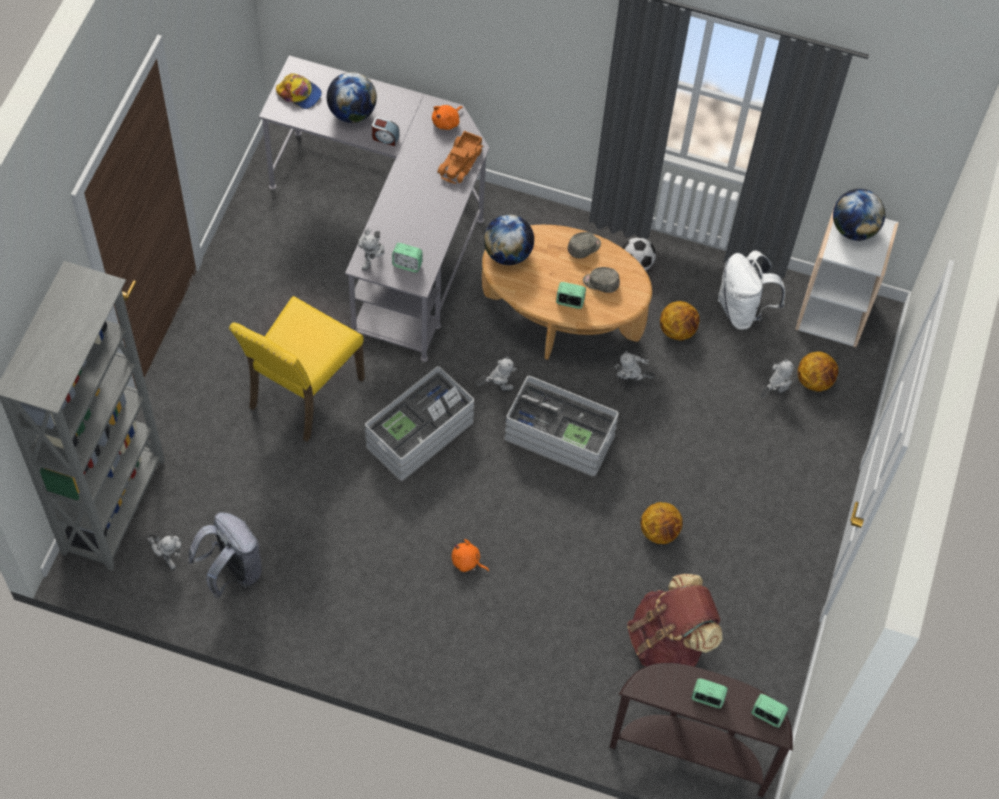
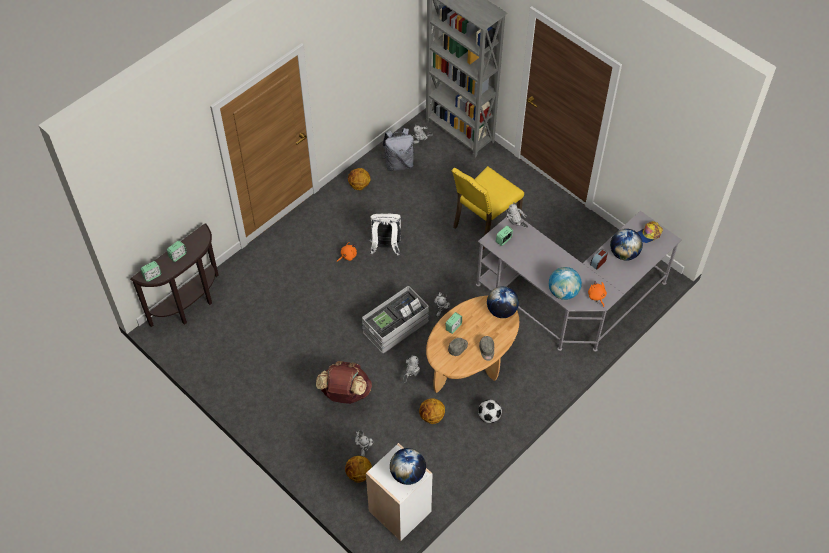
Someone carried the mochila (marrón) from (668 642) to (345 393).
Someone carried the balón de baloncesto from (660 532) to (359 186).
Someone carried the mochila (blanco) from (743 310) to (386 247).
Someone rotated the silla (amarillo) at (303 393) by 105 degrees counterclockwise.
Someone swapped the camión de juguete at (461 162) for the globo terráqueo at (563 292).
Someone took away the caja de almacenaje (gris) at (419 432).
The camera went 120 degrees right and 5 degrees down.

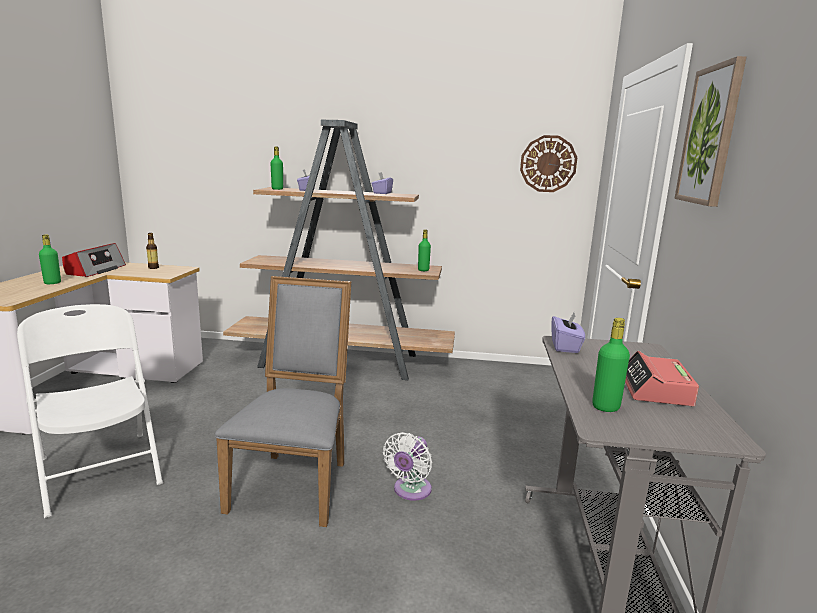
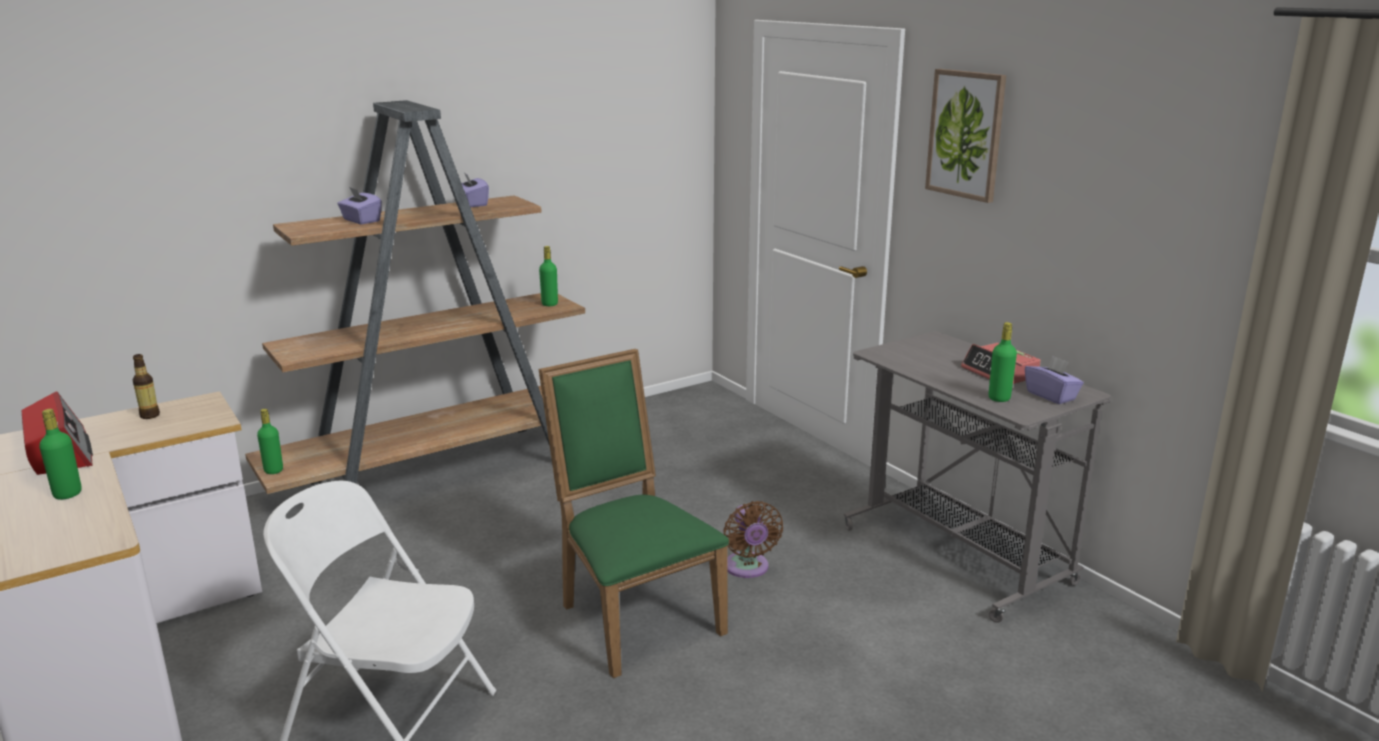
Someone carried the botella (verde) from (277 189) to (273 470).
Someone repainted the silla (gris) at (295 482), which became the silla (verde) at (633 616).
Someone repainted the ventilador (blanco) at (410 491), which became the ventilador (marrón) at (747 568).
Someone carried the caja de pañuelos (morado) from (565 346) to (1051 396).
Someone took away the reloj de pared at (548 164).
The camera went 40 degrees left and 5 degrees up.

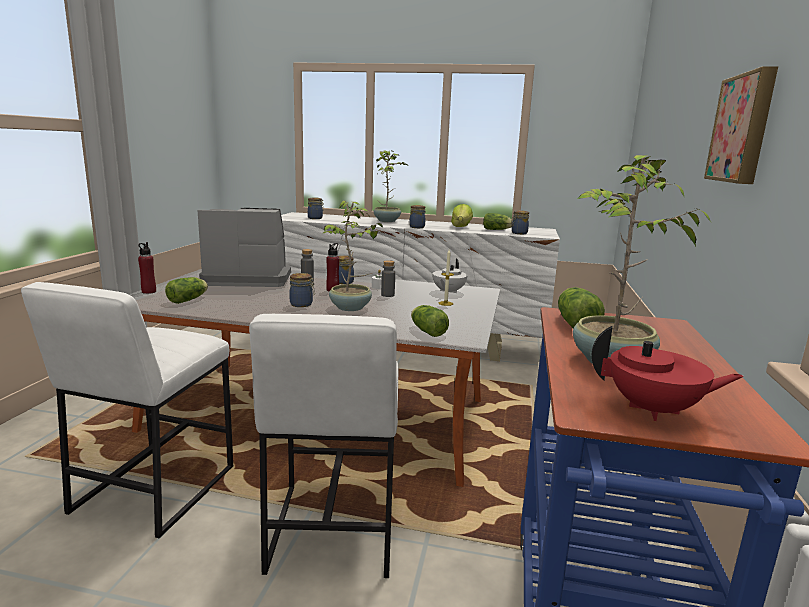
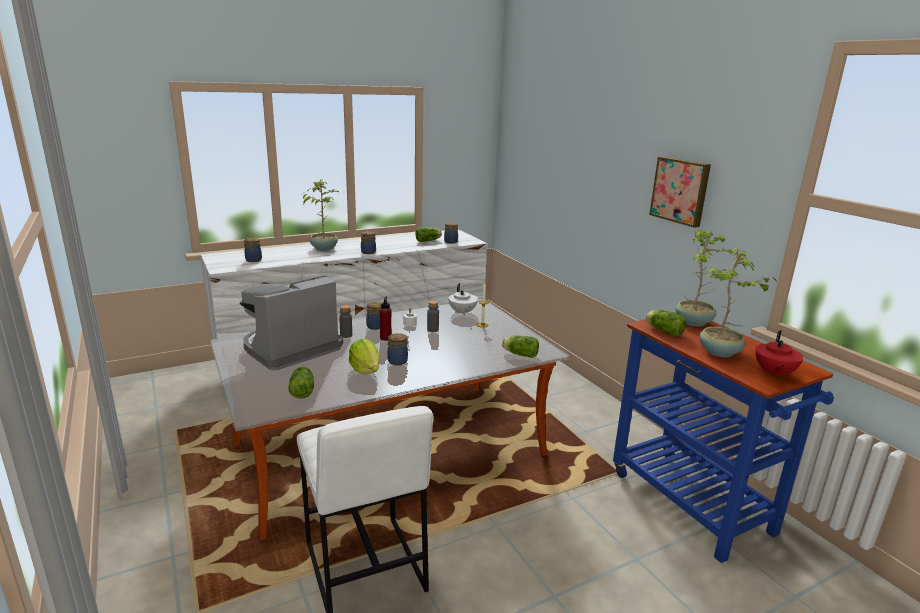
Someone carried the lechuga from (461 227) to (365 370).
Someone carried the planta en maceta from (351 308) to (694 322).
Someone rotated the tetera (rojo) at (654 410) by 135 degrees clockwise.
Someone took away the botella (rojo) at (149 291).
Someone took away the silla (blanco) at (333 530).
The camera went 40 degrees left and 5 degrees up.

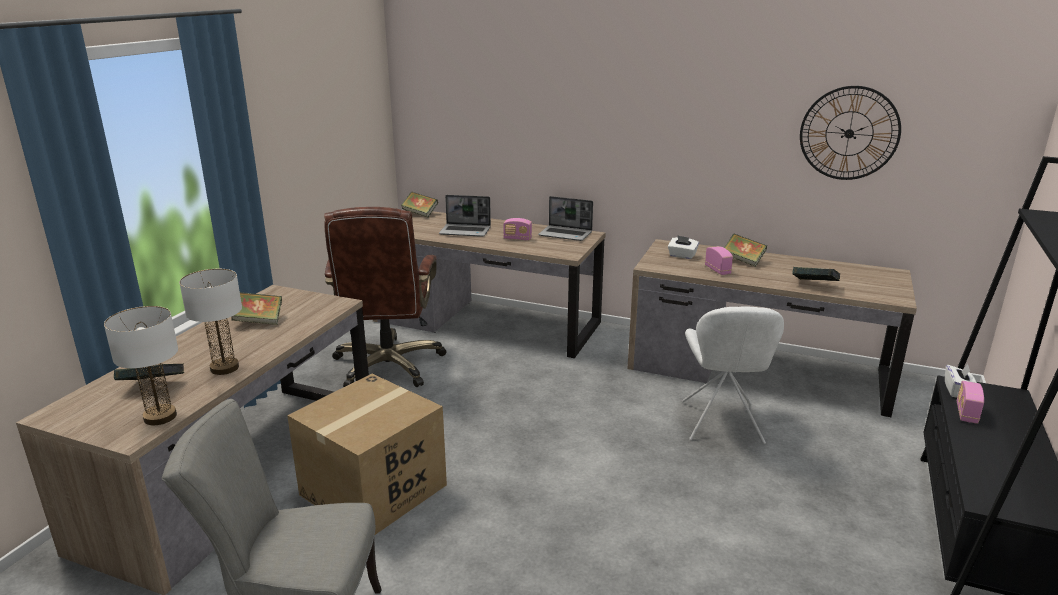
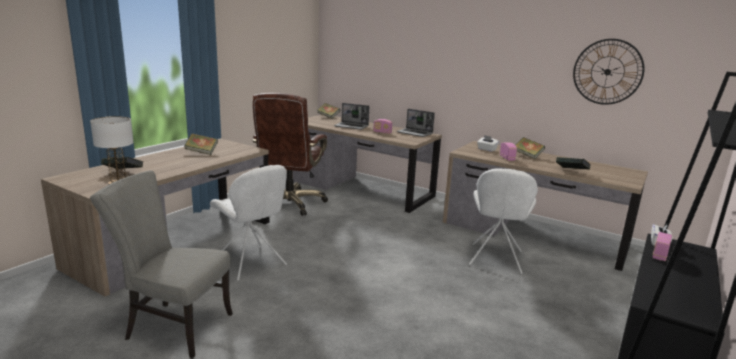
Someone swapped the caja de cartón at (373 490) for the silla (blanco) at (251 263).
Someone took away the lámpara de mesa at (225 368).
The camera went 10 degrees right and 5 degrees down.

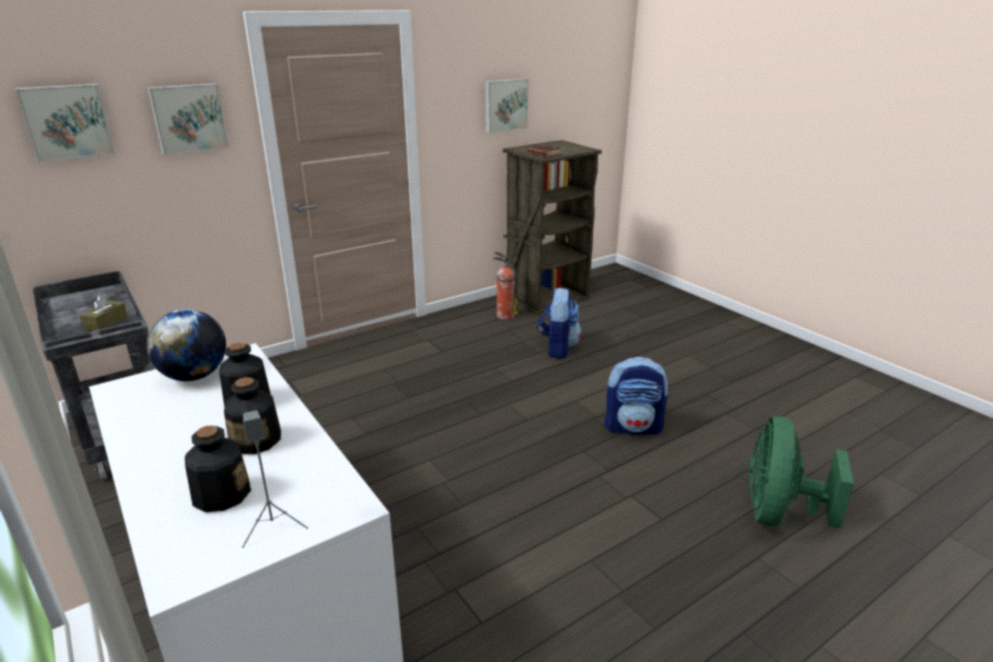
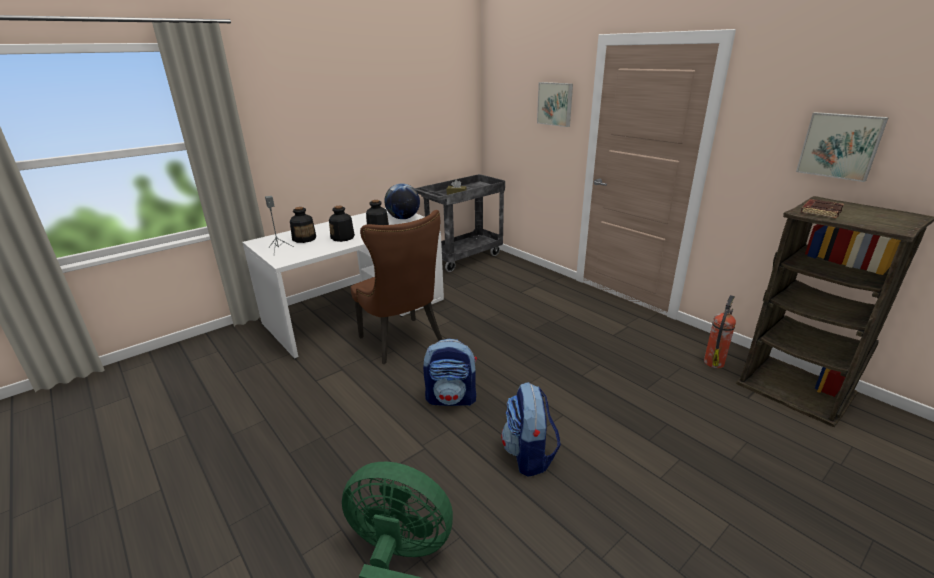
Someone put down the silla (marrón) at (402 341).
Someone carried the mochila from (557 348) to (451 398).
Someone took away the cuadro at (66 122).
The camera went 85 degrees right and 0 degrees up.

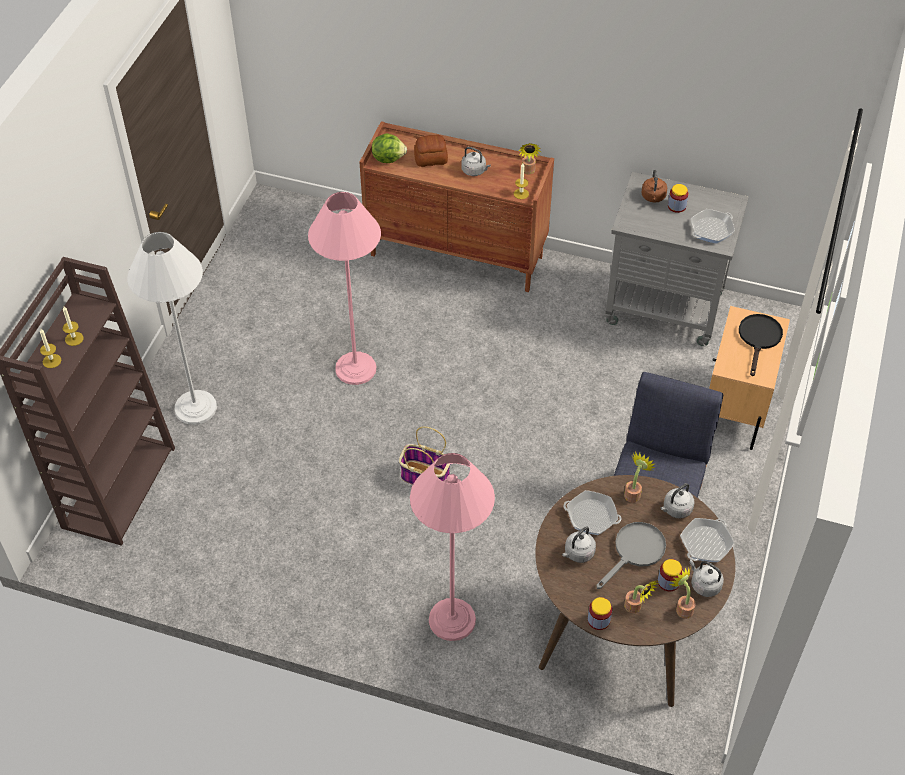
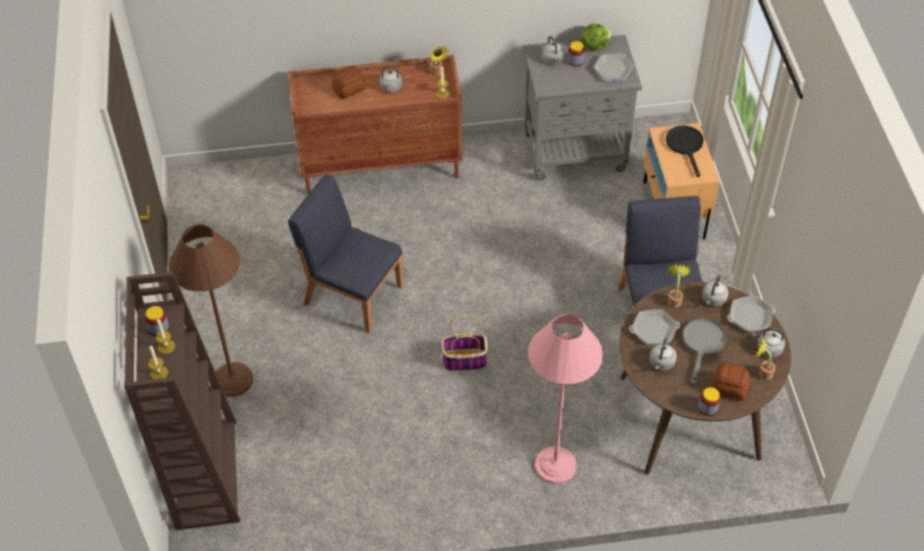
Someone carried the tarro from (668 582) to (159 328).
Someone repainted the lámpara de pie (blanco) at (195 407), which became the lámpara de pie (marrón) at (233 379).
Someone swapped the lámpara de pie (rosa) at (355 368) for the silla (azul) at (352 294).
Someone repainted the hervidor (marrón) at (653 197), which became the hervidor (gris) at (553 60).
Someone carried the lechuga from (388 158) to (594 45).
Someone swapped the planta en maceta at (635 608) for the pan at (729 387).
Someone rotated the sartén at (706 543) by 120 degrees counterclockwise.
The camera went 25 degrees left and 0 degrees up.

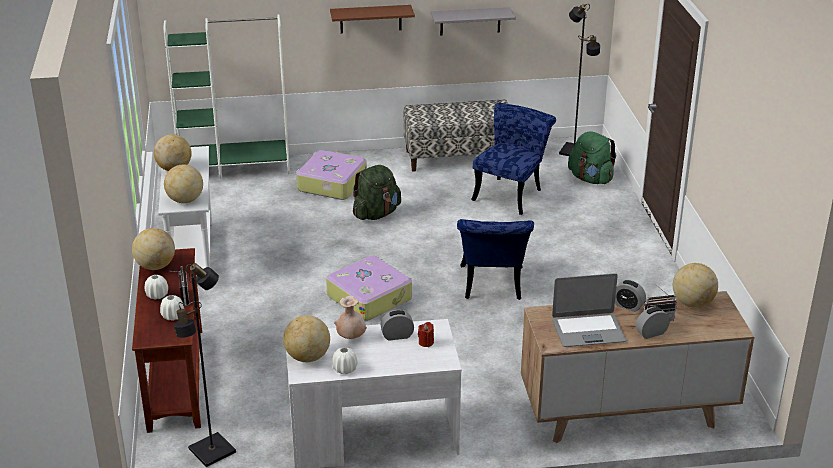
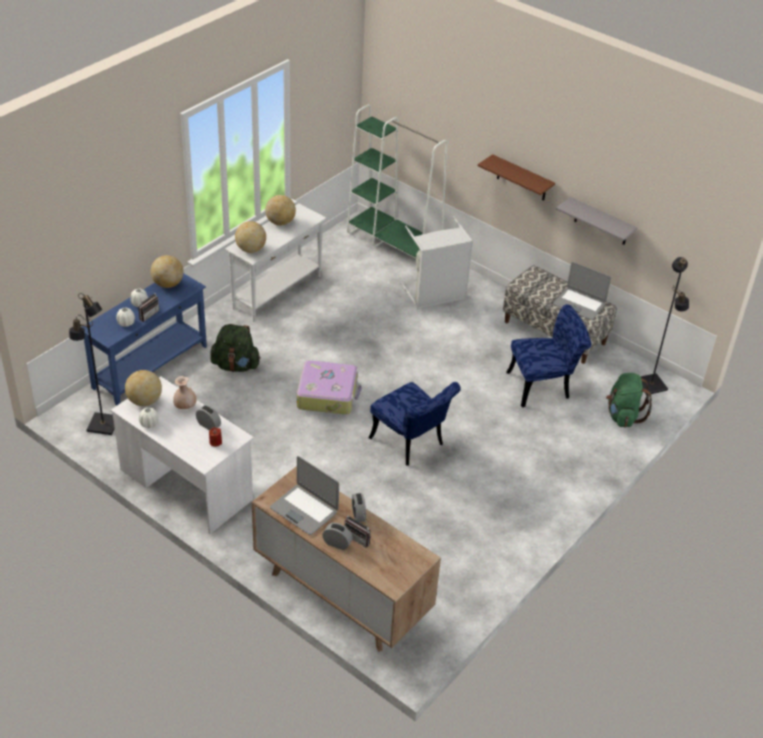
Someone repainted the mesa consola (marrón) at (175 379), which became the mesa consola (azul) at (150 366).
Someone carried the mochila (verde) from (376 214) to (236 365).
Someone rotated the silla (azul) at (491 287) by 90 degrees counterclockwise.
Someone swapped the maleta at (331 184) for the cesto de la ropa (gris) at (435 295).
Someone put down the portátil at (579 304).
Someone took away the globo terráqueo at (692 303).
The camera went 45 degrees right and 10 degrees up.

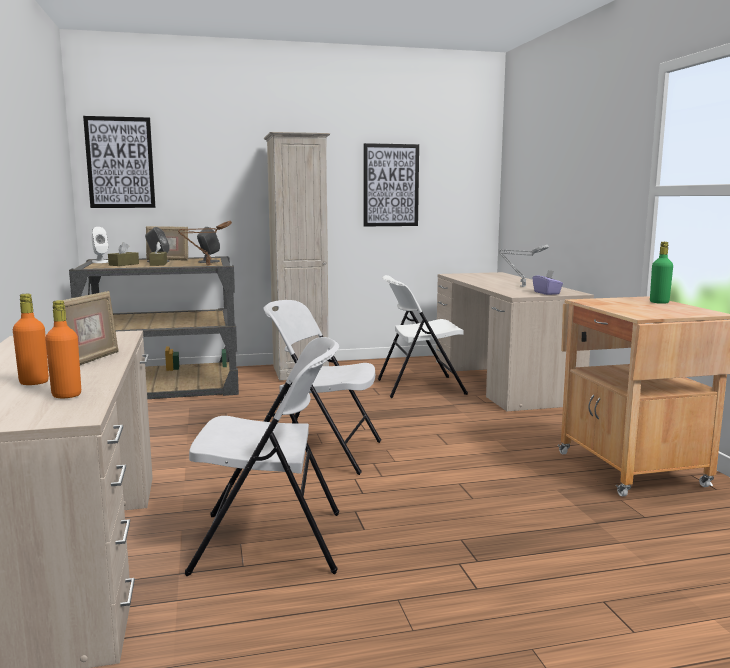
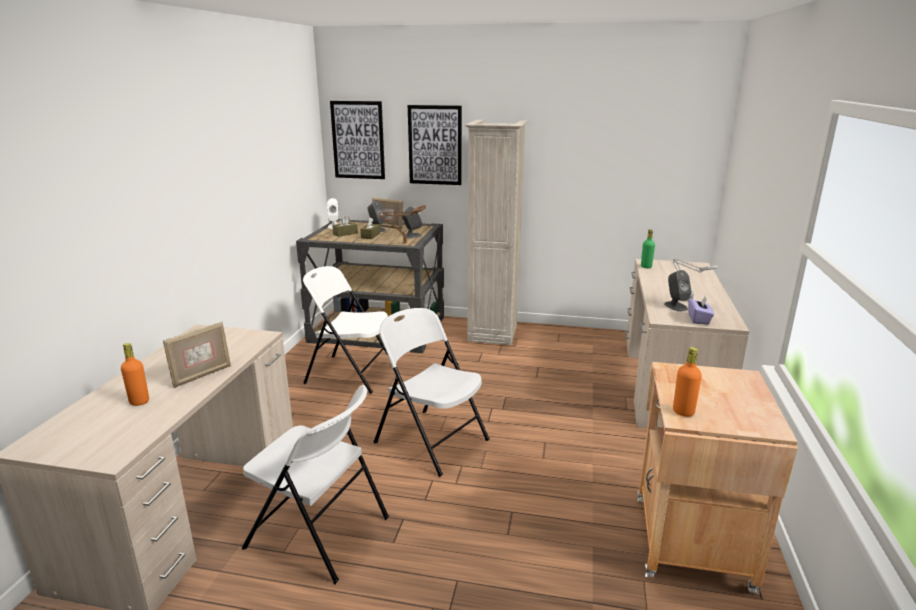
Someone carried the silla (blanco) from (420 387) to (351 373).
Someone carried the cuadro from (391 185) to (435 145).
Someone carried the botella (verde) from (659 302) to (646 267).
Someone put down the altavoz (gris) at (675 306).
Someone carried the botella (naranja) from (66 395) to (683 412).
The camera went 25 degrees right and 10 degrees up.

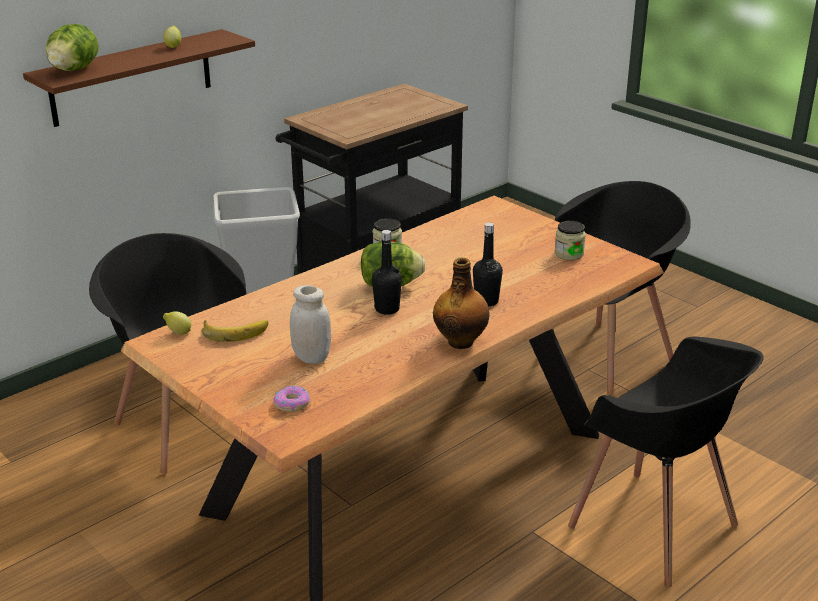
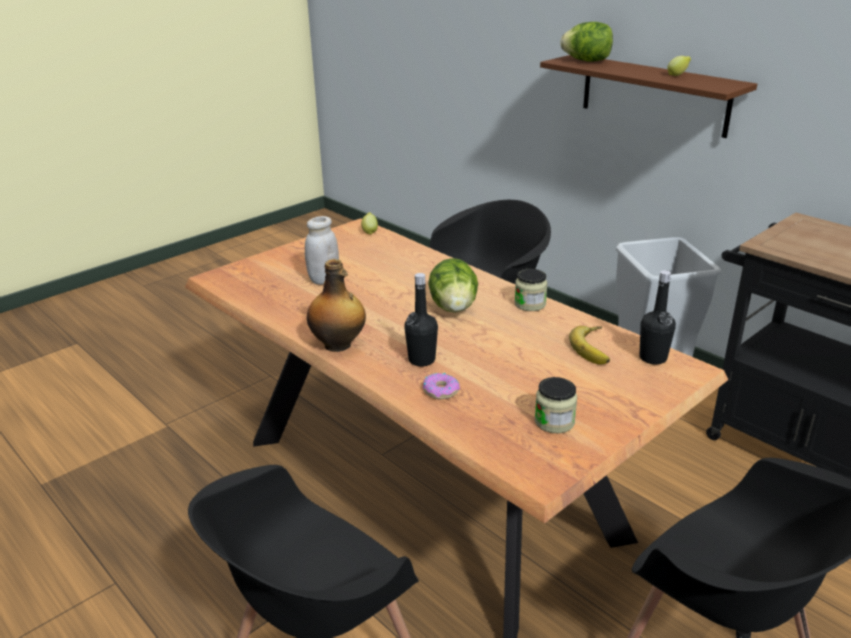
Someone carried the rosquilla from (291 403) to (441 391).
Someone carried the plátano from (234 331) to (595 348).
Someone carried the botella (negro) from (387 309) to (653 358).
The camera went 90 degrees right and 0 degrees up.

